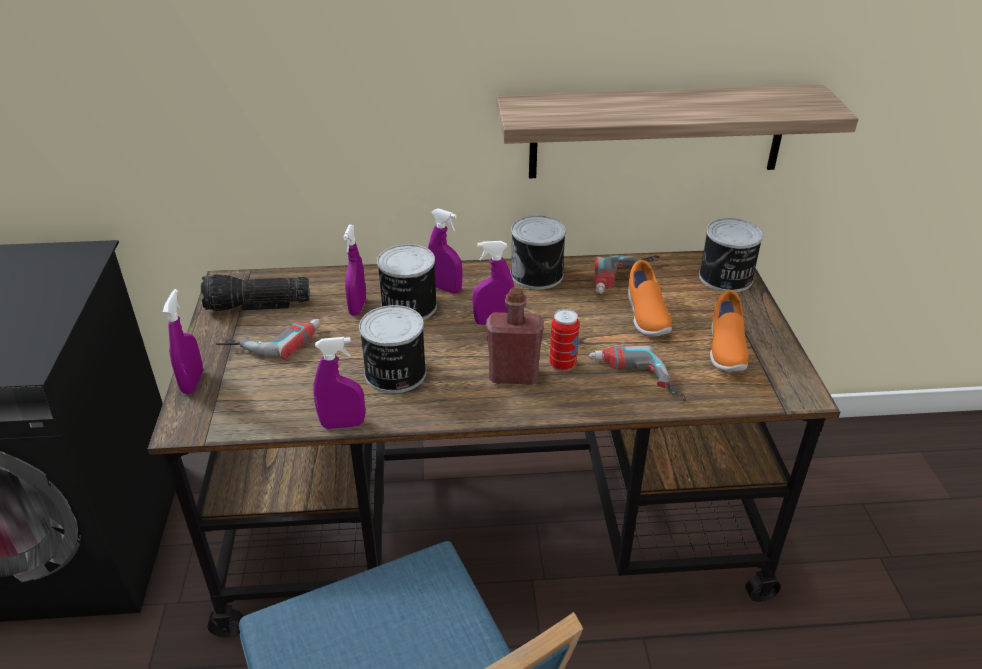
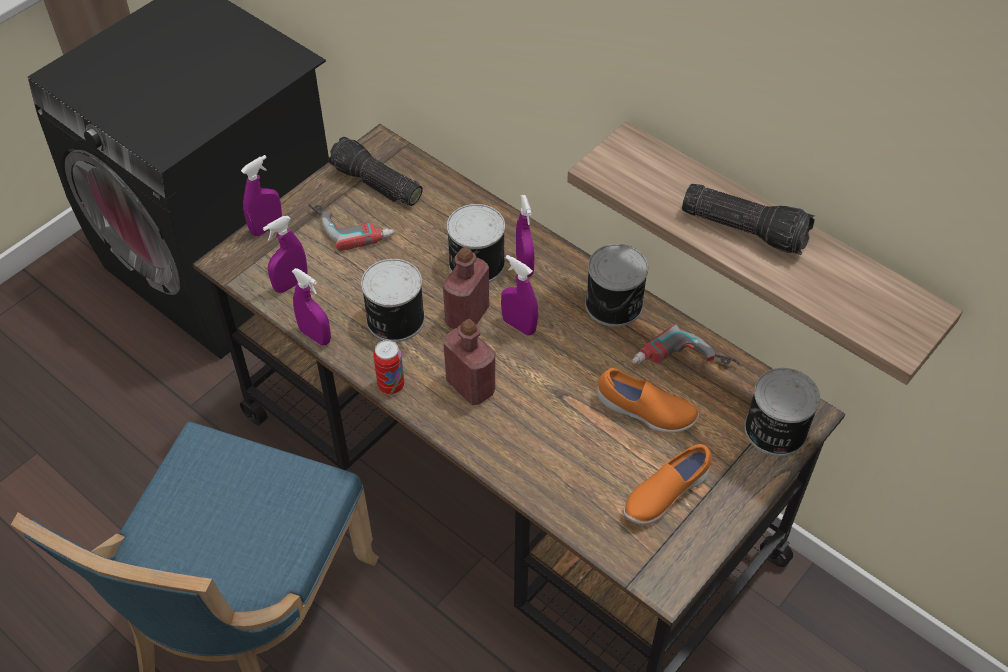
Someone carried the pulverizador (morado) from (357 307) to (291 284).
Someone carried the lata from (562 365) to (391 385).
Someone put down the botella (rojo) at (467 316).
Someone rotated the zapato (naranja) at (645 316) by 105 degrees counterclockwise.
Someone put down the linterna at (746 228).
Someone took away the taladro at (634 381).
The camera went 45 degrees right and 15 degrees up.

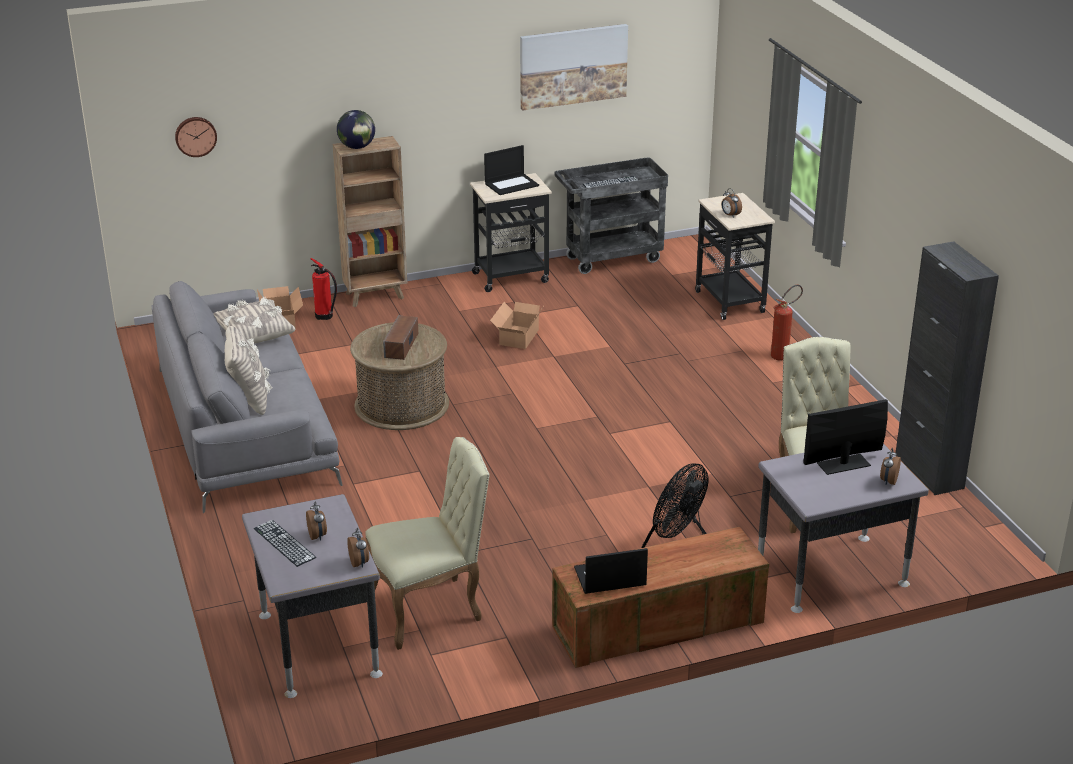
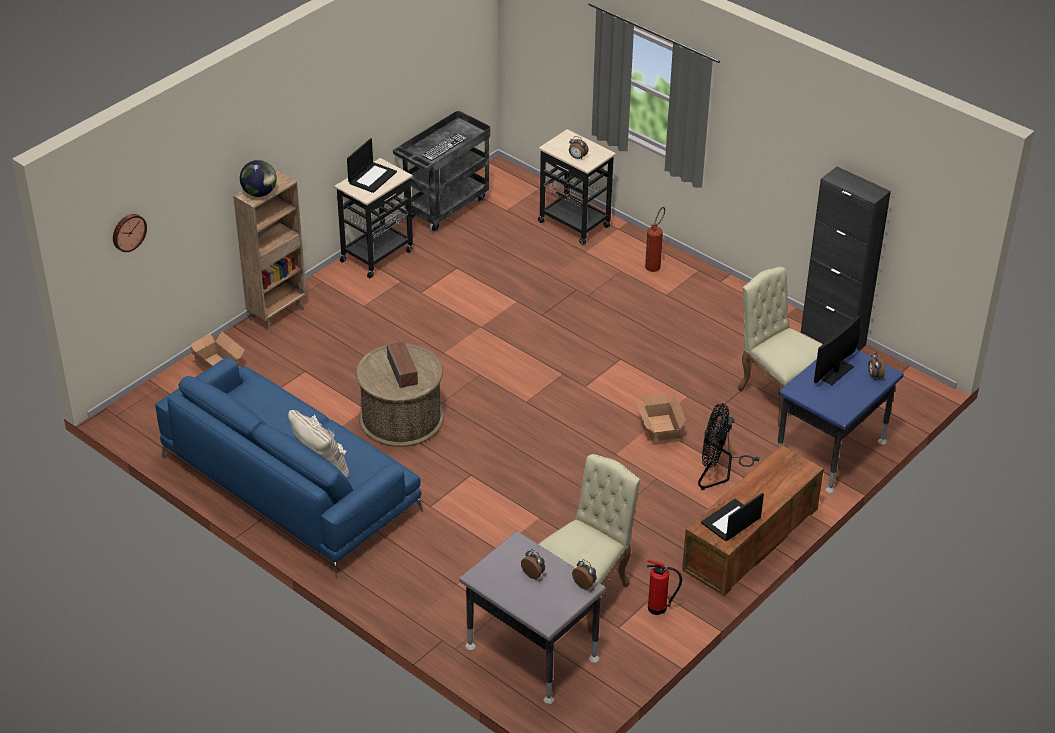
Someone repainted the sofá (gris) at (244 425), which became the sofá (azul) at (289 484).
Someone carried the caja de cartón from (517 337) to (659 430).
Someone carried the extintor from (325 316) to (659 608).
Someone repainted the escritorio (gris) at (831 573), which became the escritorio (azul) at (831 451).
Someone took away the cojín (beis) at (254 335).
Someone took away the teclado at (284 543).
Someone took away the cuadro at (573 66).
The camera went 30 degrees left and 10 degrees up.

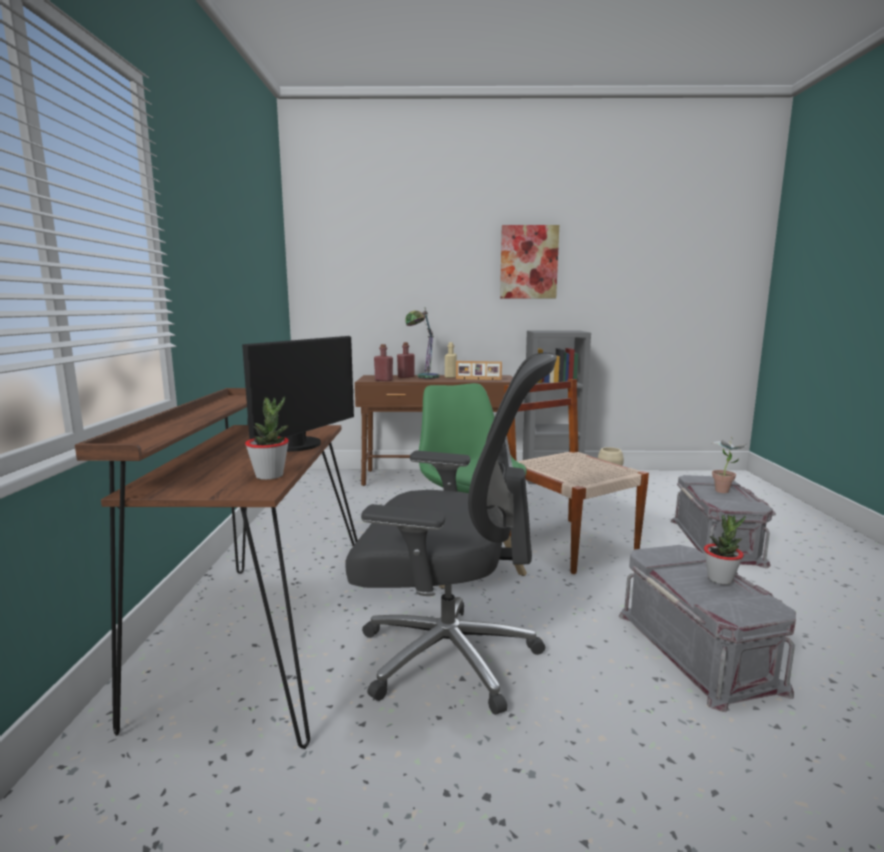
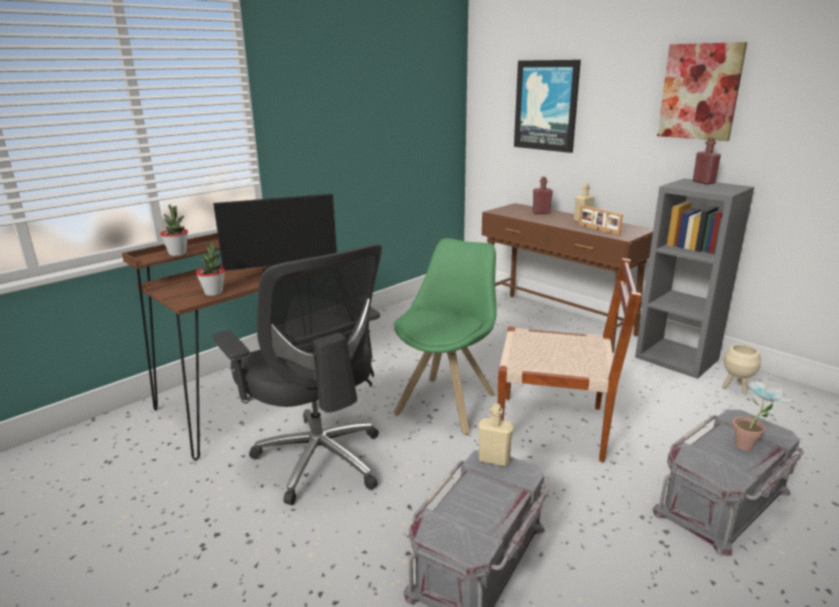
Someone carried the planta en maceta from (720 579) to (178 253).
Someone put down the botella (beis) at (494 459).
Someone rotated the silla at (569 543) by 90 degrees clockwise.
Someone put up the cuadro at (546 105).
Someone carried the botella (rojo) from (383 380) to (703 182).
Someone took away the lámpara de mesa at (424 378).
The camera went 45 degrees right and 10 degrees up.

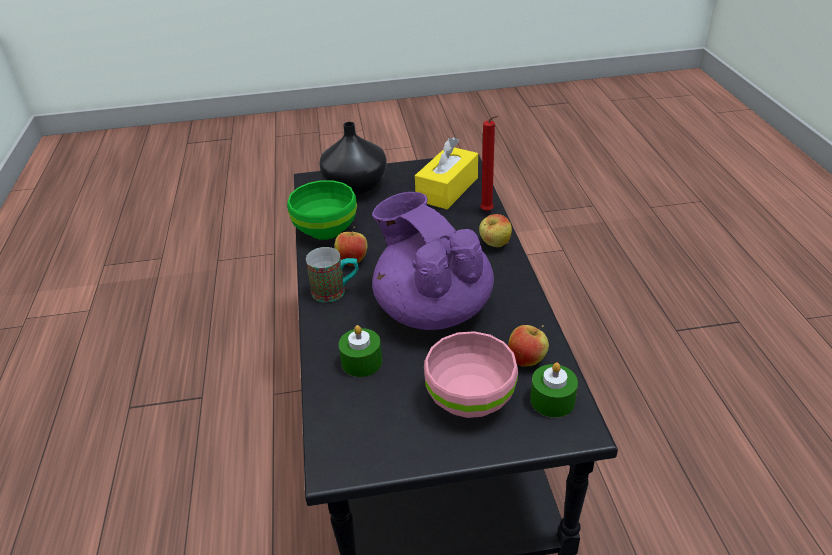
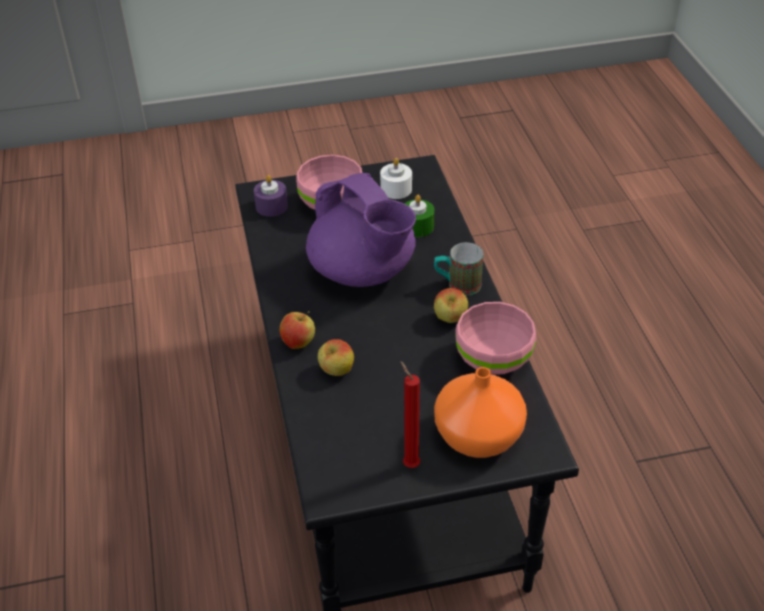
Someone repainted the vela (verde) at (552 400), which became the vela (morado) at (271 206).
Someone carried the manzana from (527 360) to (336 371).
Someone put down the vela (blanco) at (396 189).
Someone carried the vela (rojo) from (488 212) to (409 463).
Someone repainted the florero (negro) at (356 187), which became the florero (naranja) at (476 435).
Someone repainted the cuenco (verde) at (327 231), which became the cuenco (rosa) at (492 359).
Someone took away the caja de pañuelos (amarillo) at (447 189).
The camera went 175 degrees right and 5 degrees up.

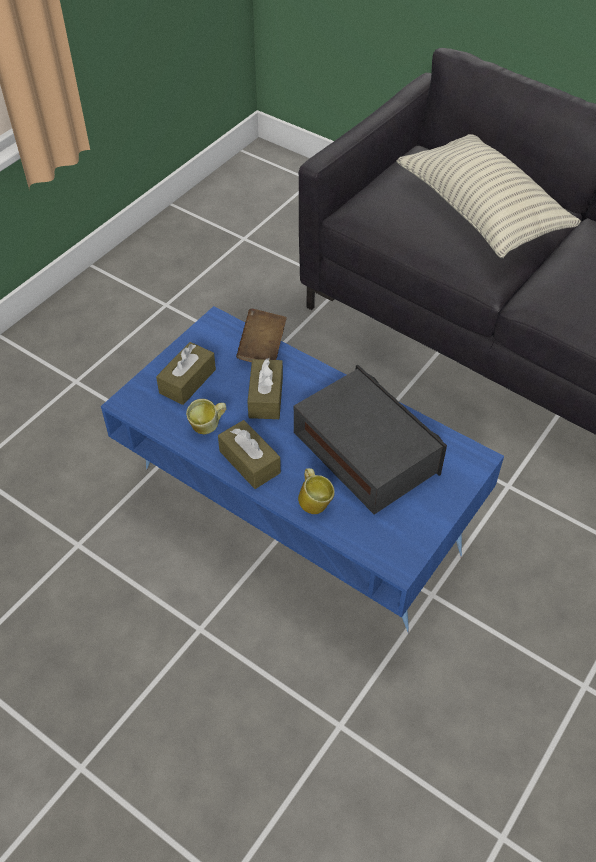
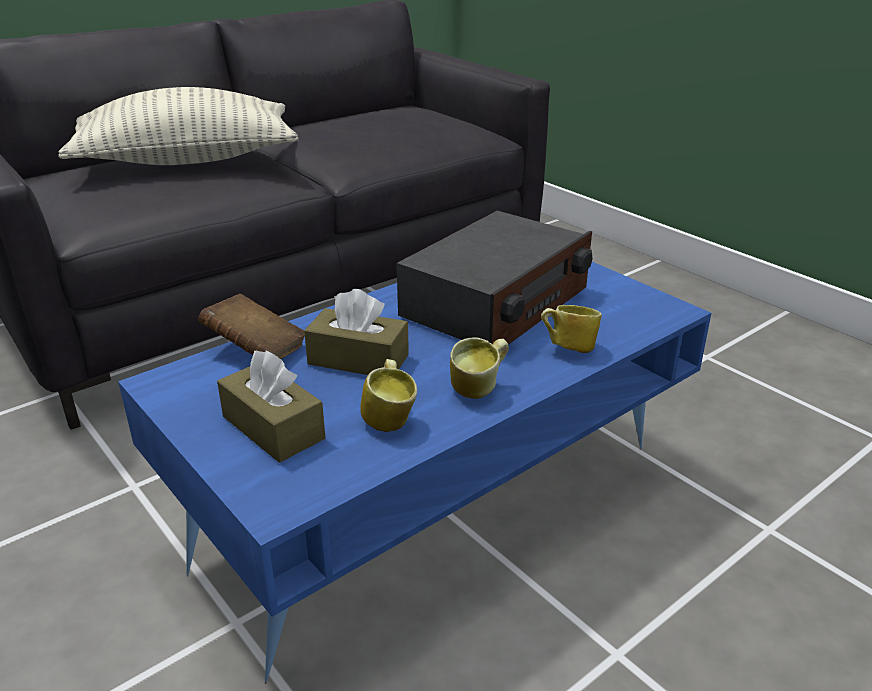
Someone rotated the radio at (366 452) by 150 degrees clockwise.
Someone swapped the caja de pañuelos (marrón) at (249 462) for the taza grande at (479 390).
The camera went 75 degrees left and 20 degrees down.

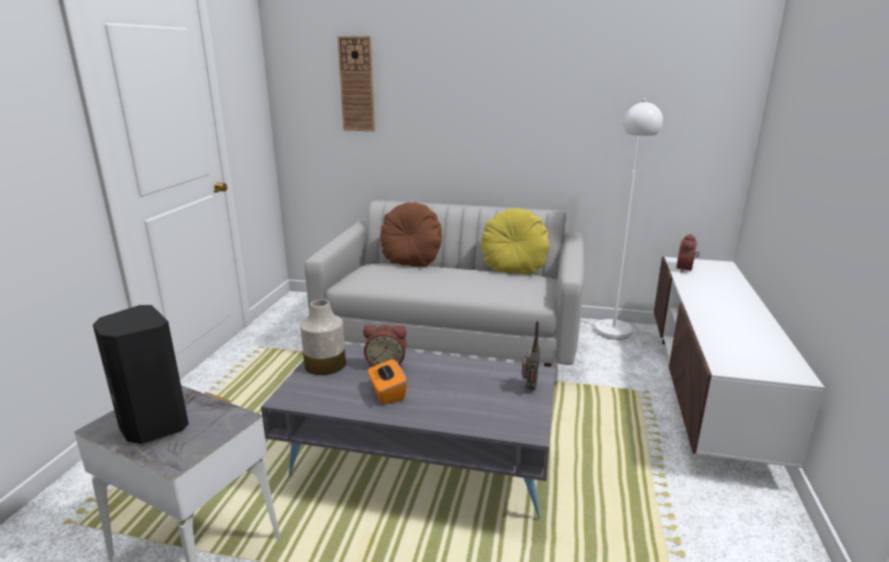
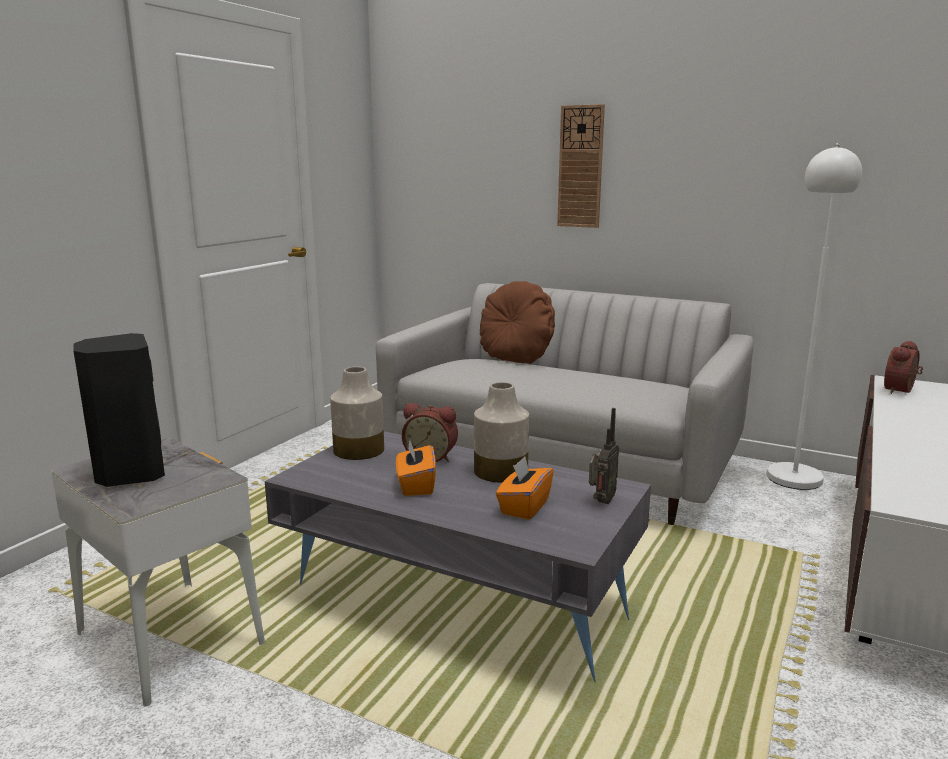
Someone put down the florero (beis) at (500 471).
Someone put down the caja de pañuelos (naranja) at (524 507).
Someone carried the reloj de pared from (357 84) to (580 167).
Someone took away the cojín (amarillo) at (514 271).
The camera went 15 degrees right and 5 degrees down.

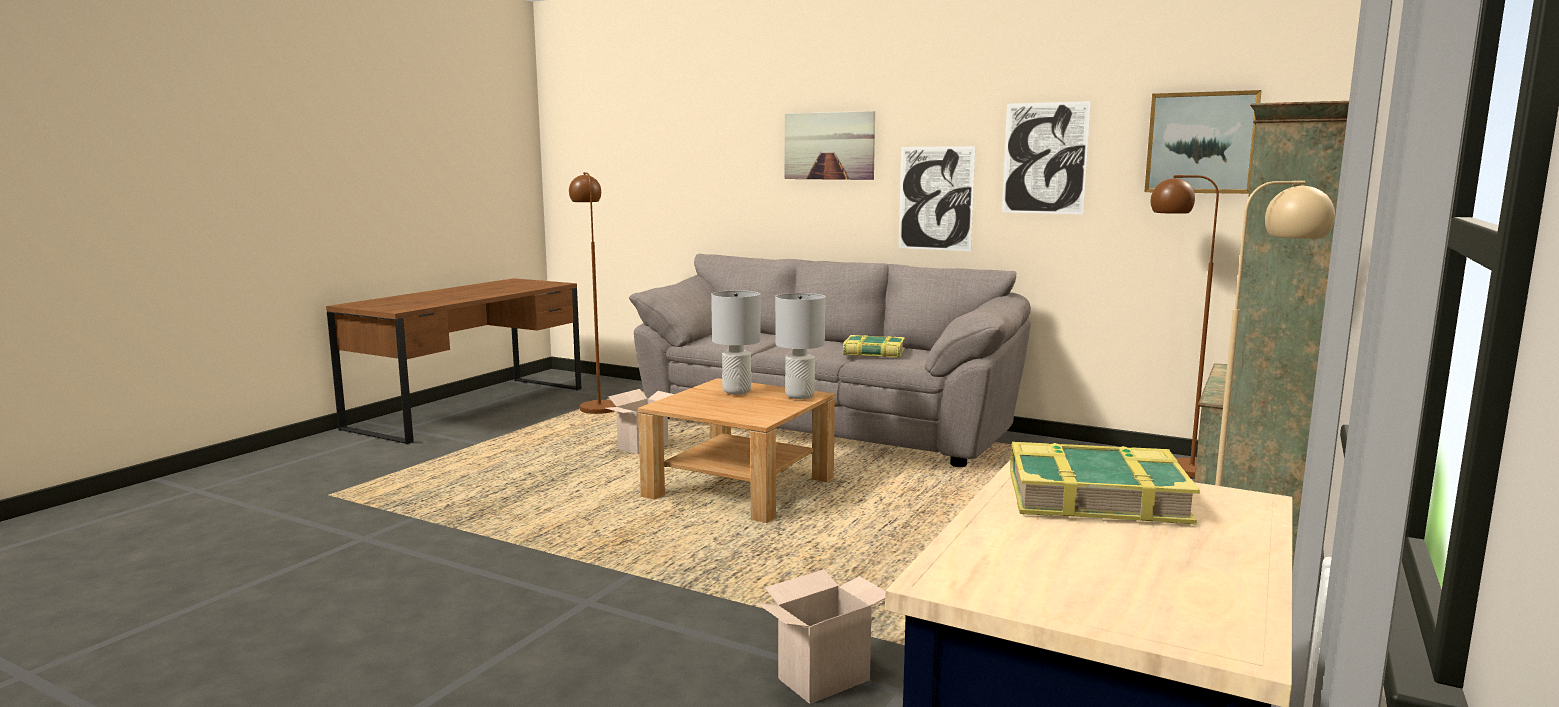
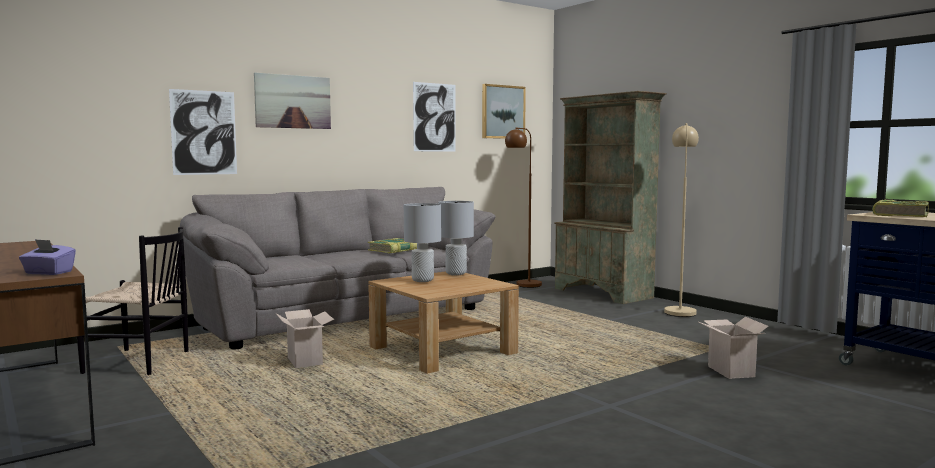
Someone put down the caja de pañuelos (morado) at (48 273).
Someone swapped the lámpara de pie (marrón) at (597 406) for the silla (negro) at (141 362).
Someone carried the cuadro from (935 198) to (204 132).
The camera went 65 degrees left and 5 degrees down.

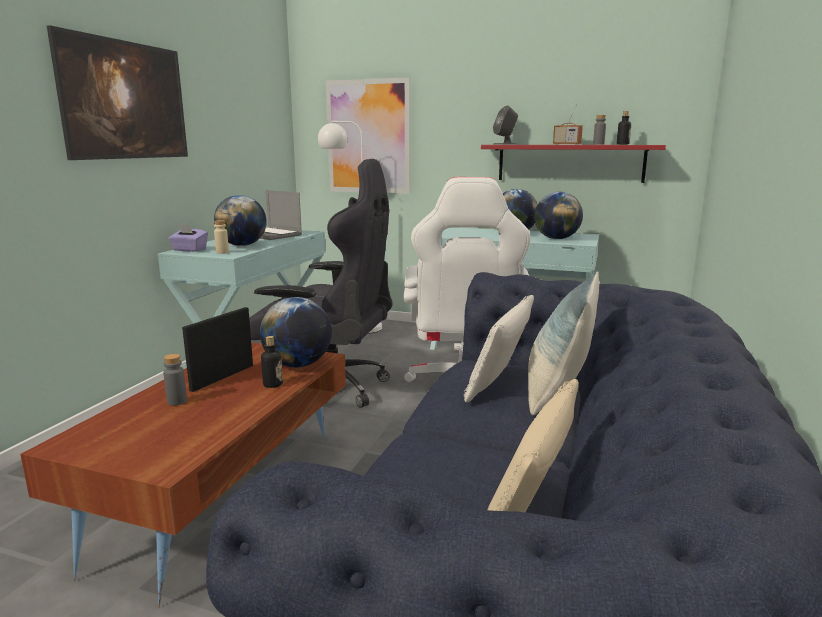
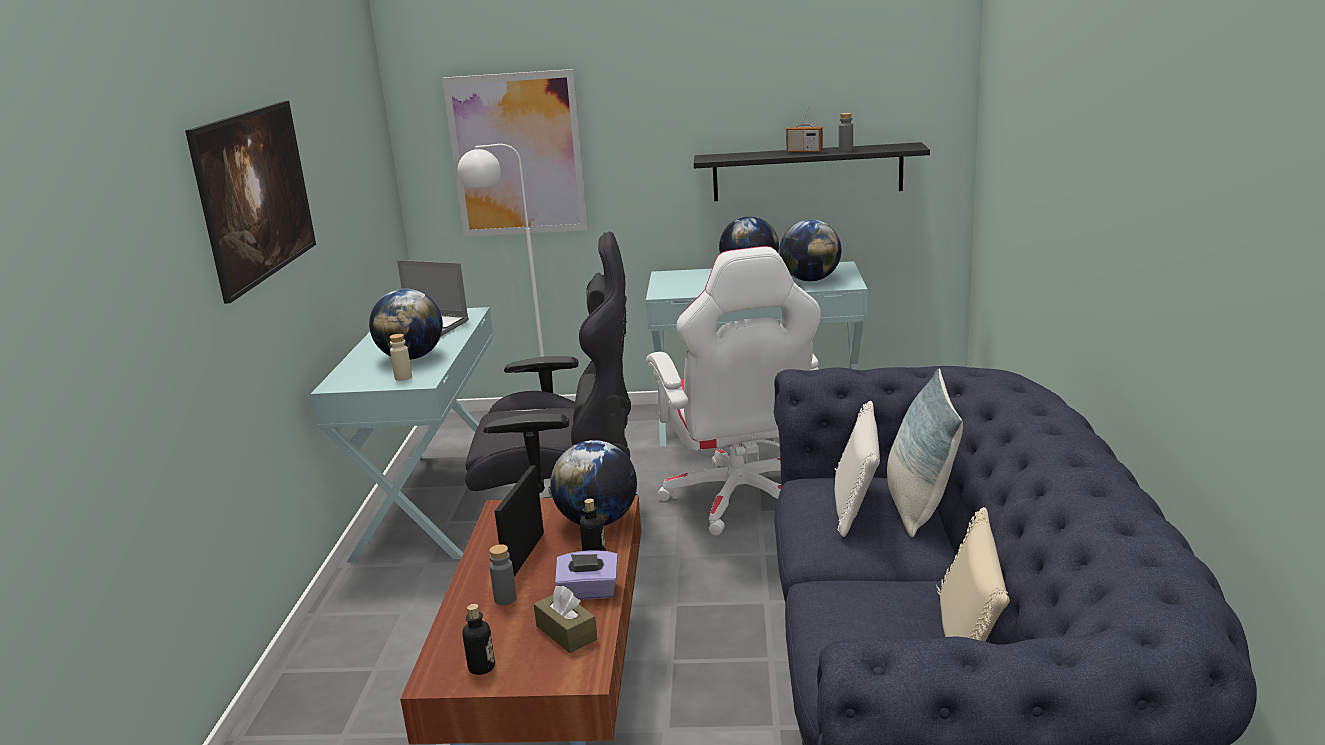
Someone carried the botella from (622 144) to (481 667).
Someone put down the caja de pañuelos (marrón) at (566 633).
Someone carried the caja de pañuelos (morado) from (189 250) to (589 592).
Someone repainted the estante (rojo) at (570 163), which became the estante (negro) at (807 172).
Someone took away the altavoz (gris) at (505 144).
The camera went 15 degrees left and 5 degrees up.

